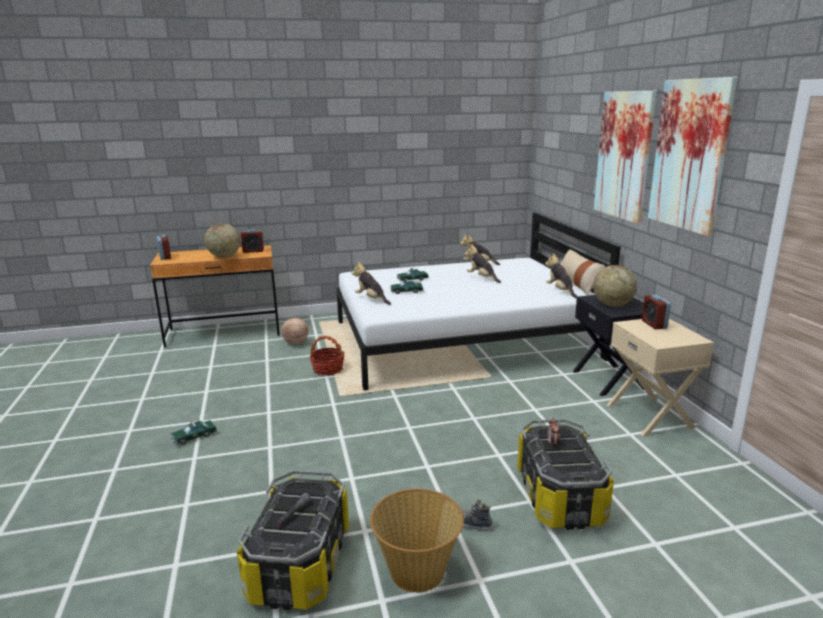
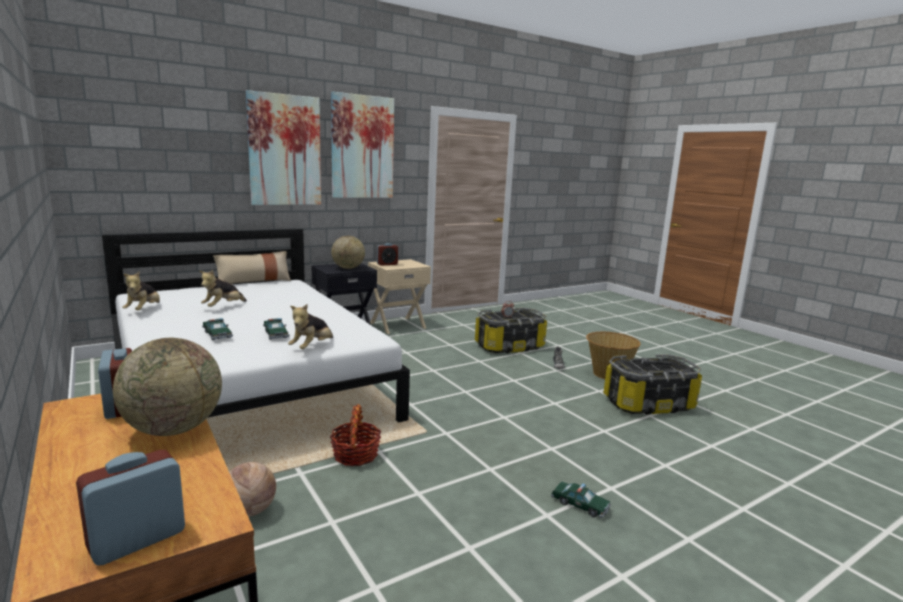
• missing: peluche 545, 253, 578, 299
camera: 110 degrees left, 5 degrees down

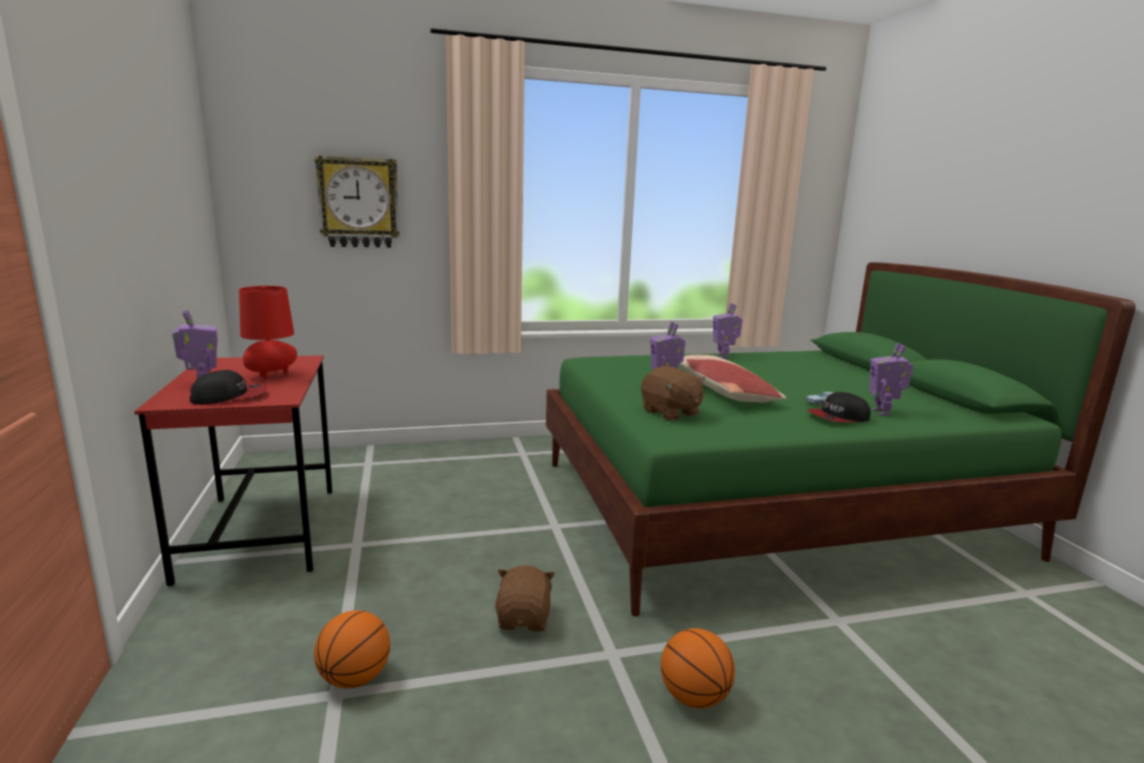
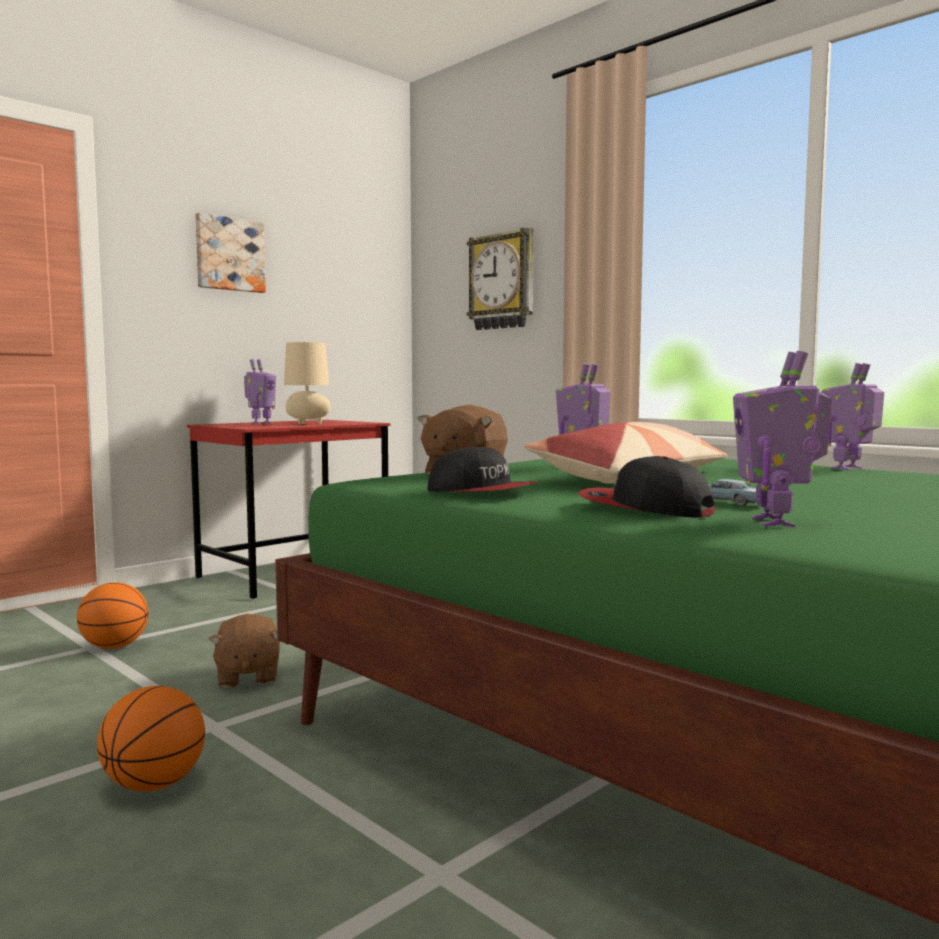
• colour: lampe de table (rouge) 239, 286, 297, 378 to lampe de table (beige) 284, 342, 331, 424
• spun: robot jouet 869, 343, 913, 416 = 733, 351, 832, 527 60 degrees counterclockwise
• relocated: casquette 189, 370, 267, 405 to 428, 445, 538, 492
• spun: peluche (marron) 495, 565, 555, 631 = 209, 614, 280, 688 105 degrees clockwise
• appeared: tableau 196, 212, 266, 293
camera: 60 degrees right, 10 degrees down

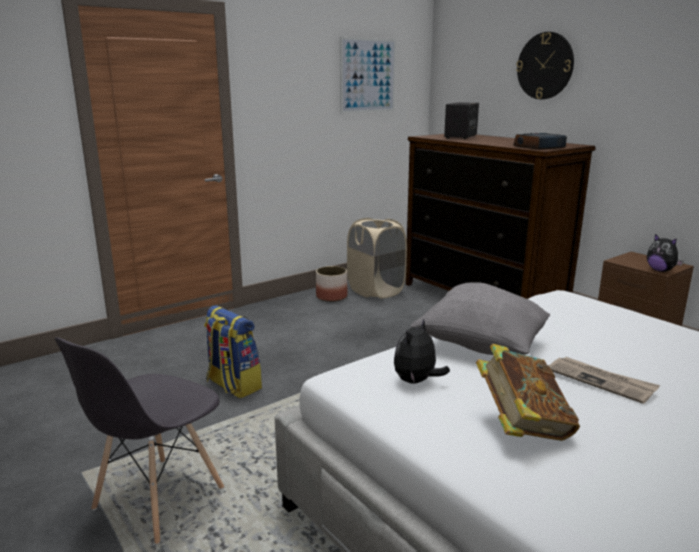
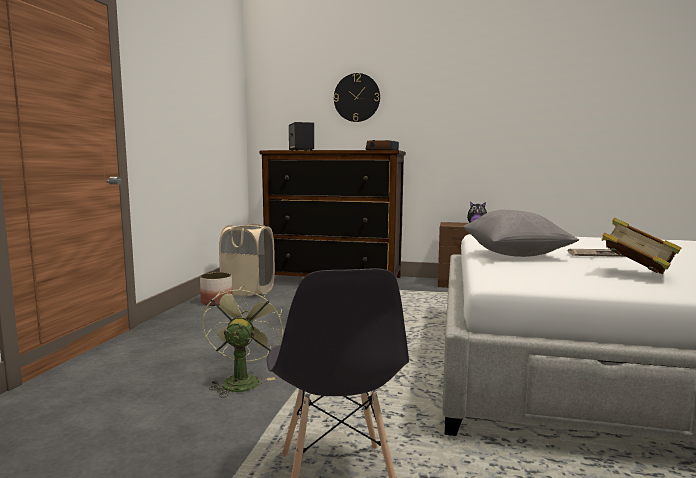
• missing: tableau 340, 37, 396, 113
• exchanged: sac à dos 204, 305, 262, 398 to ventilateur (vert) 202, 284, 283, 398
• missing: peluche 394, 318, 450, 384
camera: 40 degrees left, 10 degrees down

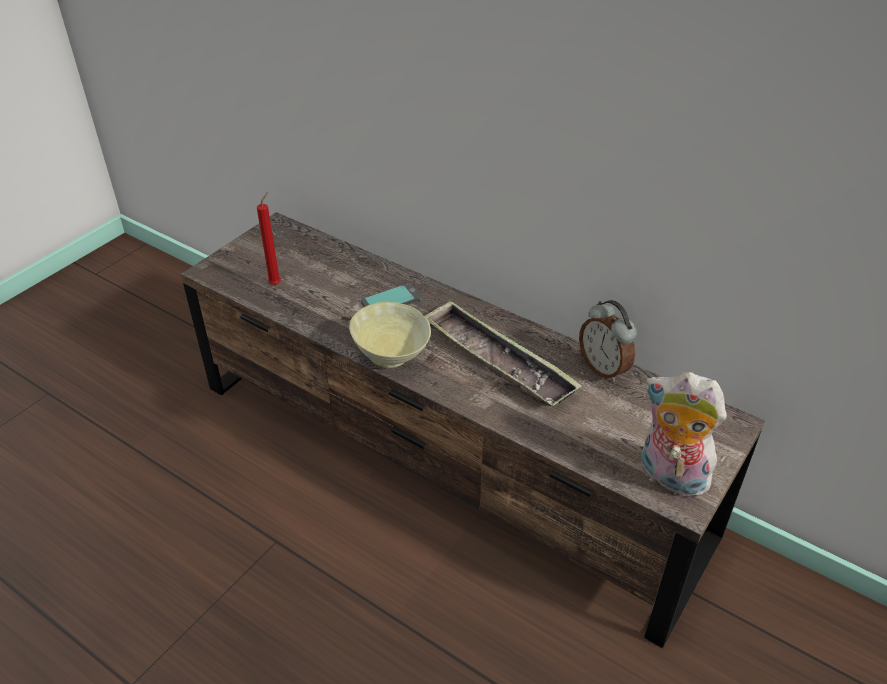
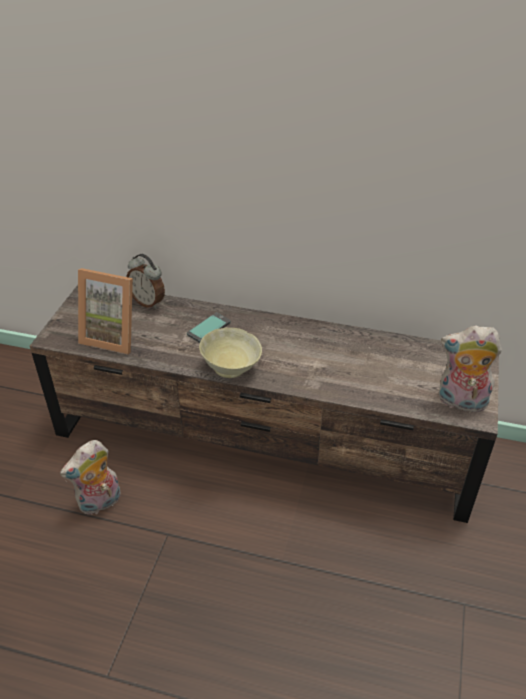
• exchanged: bougie (rouge) 257, 192, 281, 285 to cadre photo 78, 268, 133, 355
• missing: plateau 424, 300, 582, 406
• relocated: réveil 579, 300, 637, 382 to 126, 254, 165, 309
• appeared: peluche 60, 440, 121, 515
camera: 20 degrees left, 0 degrees up

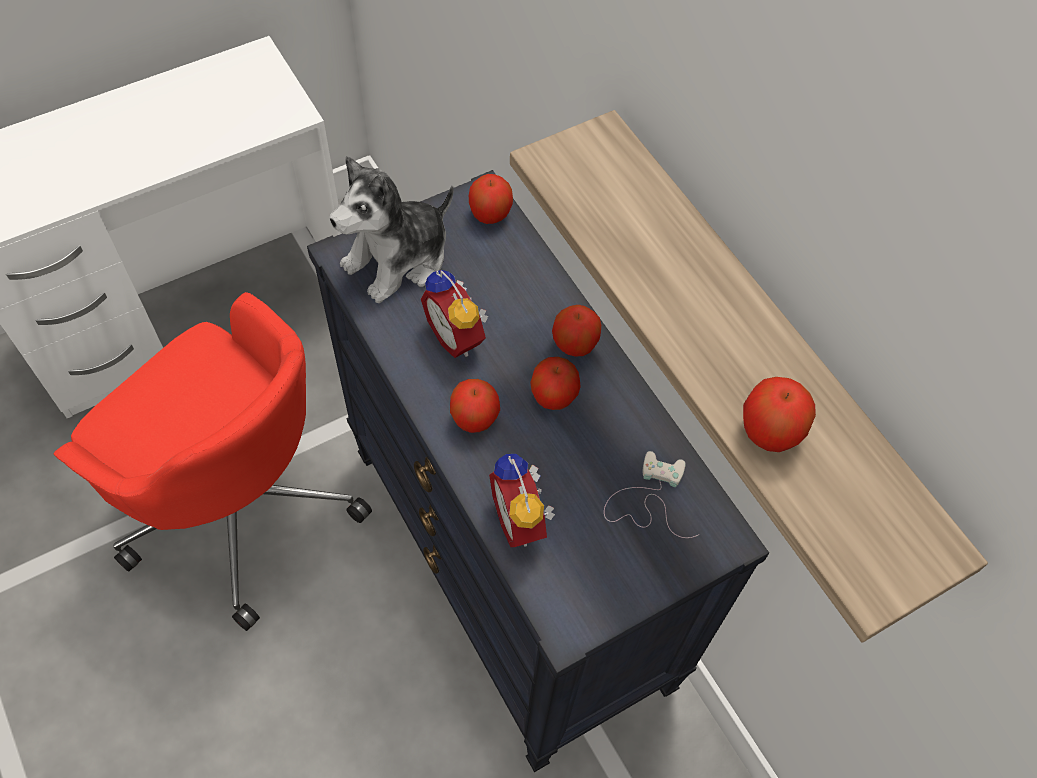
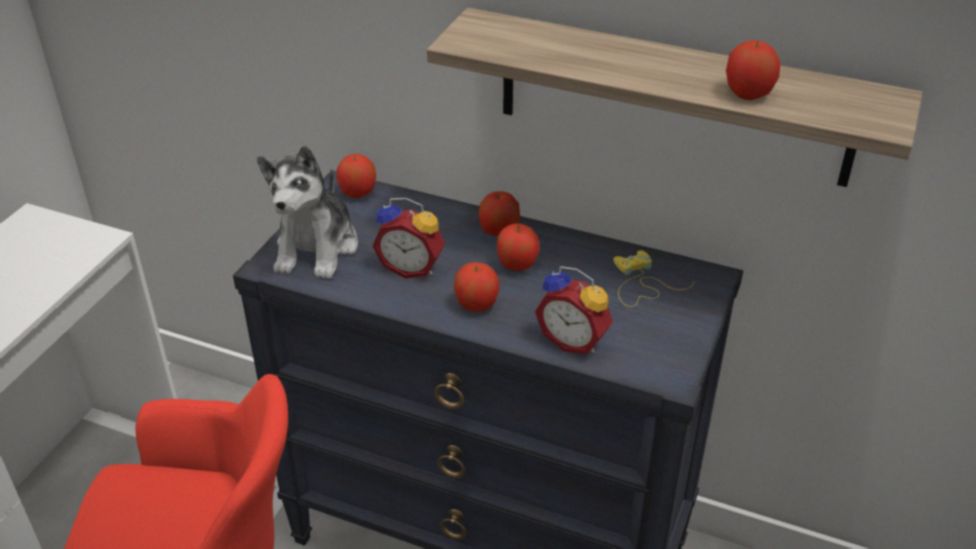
• colour: manette (blanc) 604, 451, 699, 538 to manette (jaune) 613, 250, 694, 307
camera: 35 degrees left, 20 degrees down

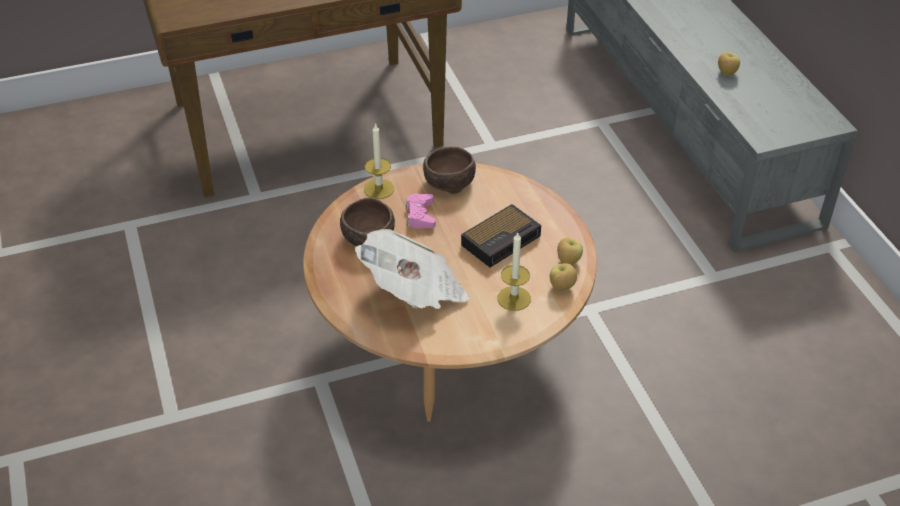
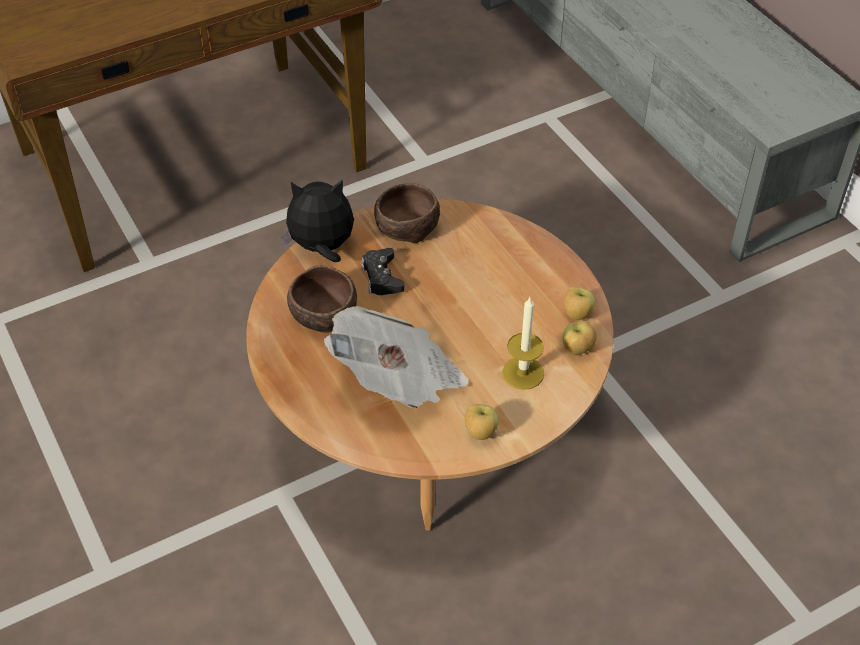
• relocated: pomme 718, 52, 740, 76 to 464, 404, 499, 440
• exchanged: bougie 364, 123, 394, 199 to peluche 281, 179, 354, 262
• colour: manette (rose) 406, 194, 436, 229 to manette (noir) 362, 248, 405, 295
• missing: réveil 461, 204, 541, 267
camera: 10 degrees left, 5 degrees up

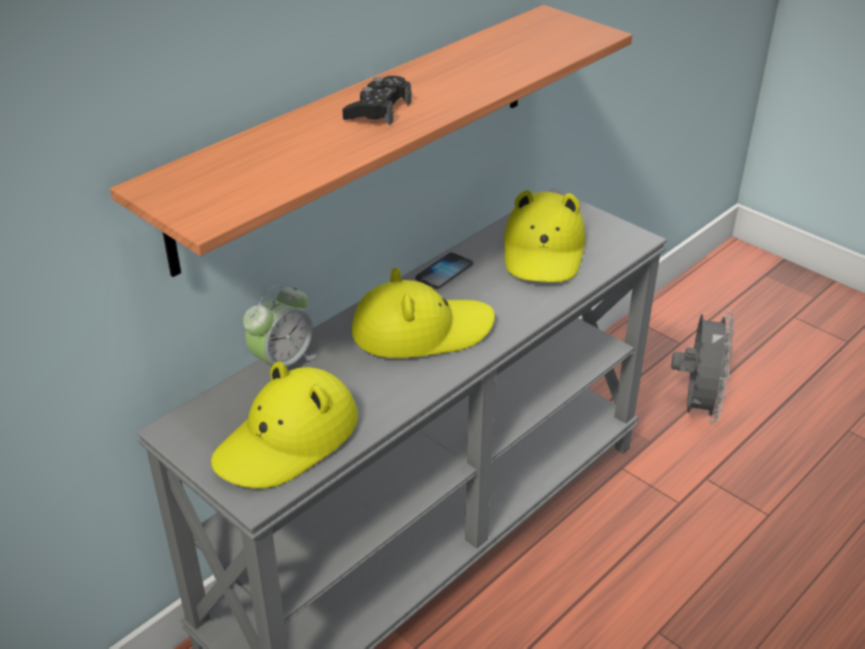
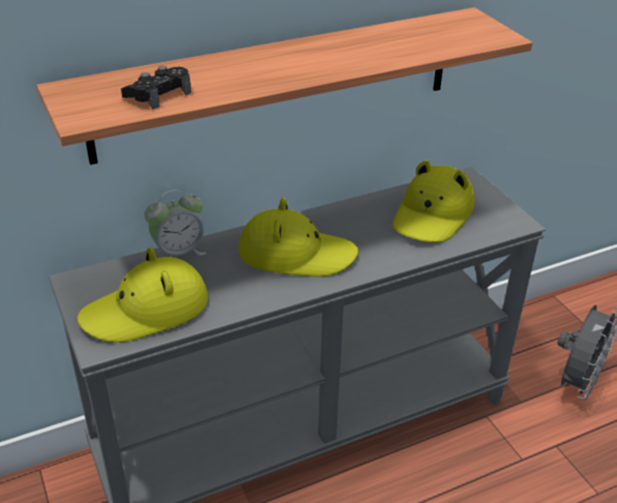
• relocated: manette (noir) 342, 76, 412, 126 to 121, 66, 191, 109
• missing: téléphone 415, 252, 473, 289
camera: 20 degrees right, 0 degrees up

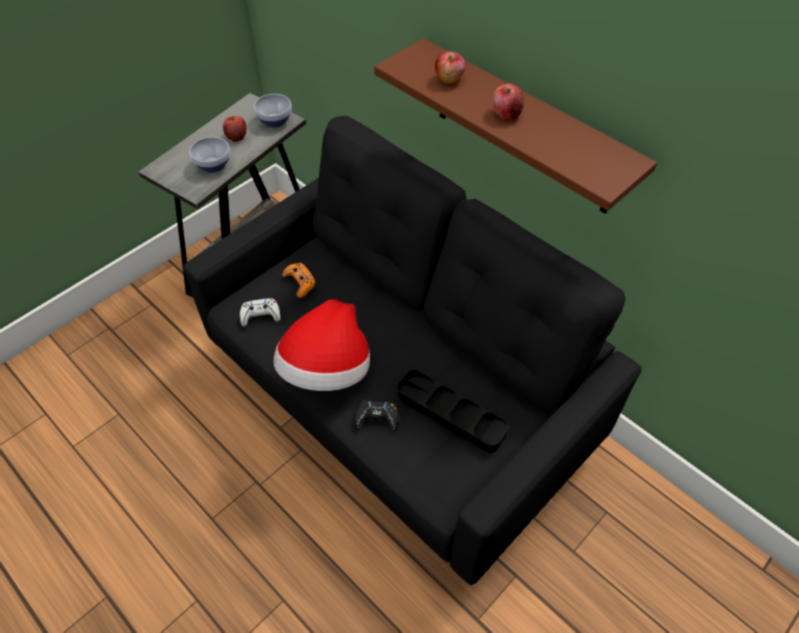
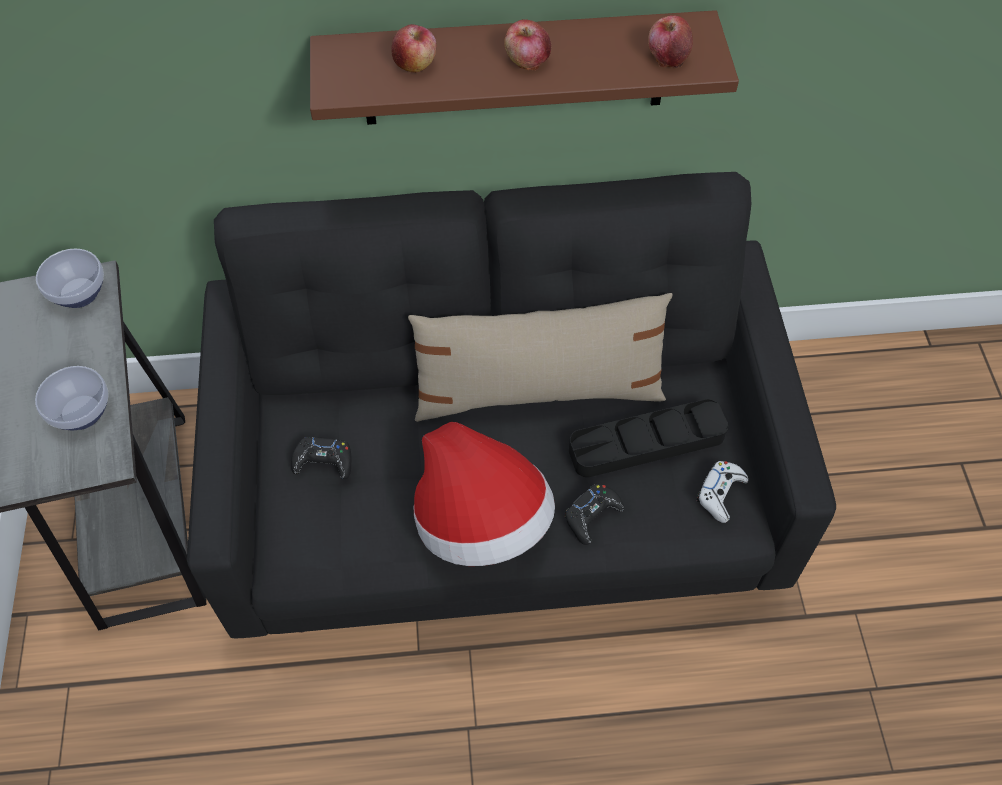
• relocated: pomme 223, 116, 247, 142 to 648, 15, 693, 68
• colour: manette (orange) 282, 263, 316, 298 to manette (noir) 291, 437, 352, 479
• relocated: manette (blanc) 240, 298, 281, 327 to 696, 461, 748, 523
• appeared: coussin (beige) 408, 293, 673, 422
camera: 50 degrees left, 5 degrees up

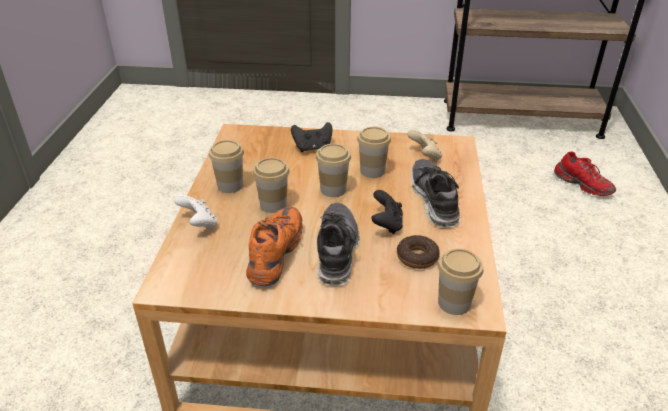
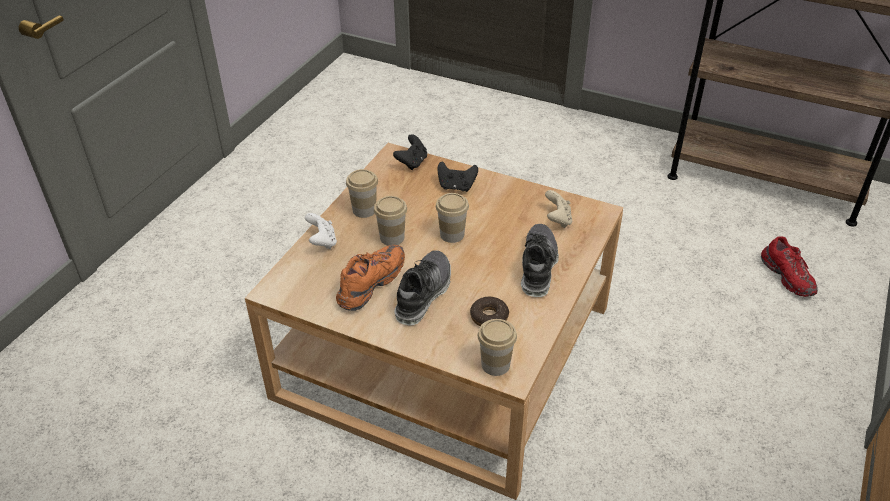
• missing: tasse 357, 127, 391, 178
• relocated: manette (noir) 371, 190, 403, 234 to 393, 134, 427, 170
camera: 20 degrees right, 5 degrees up

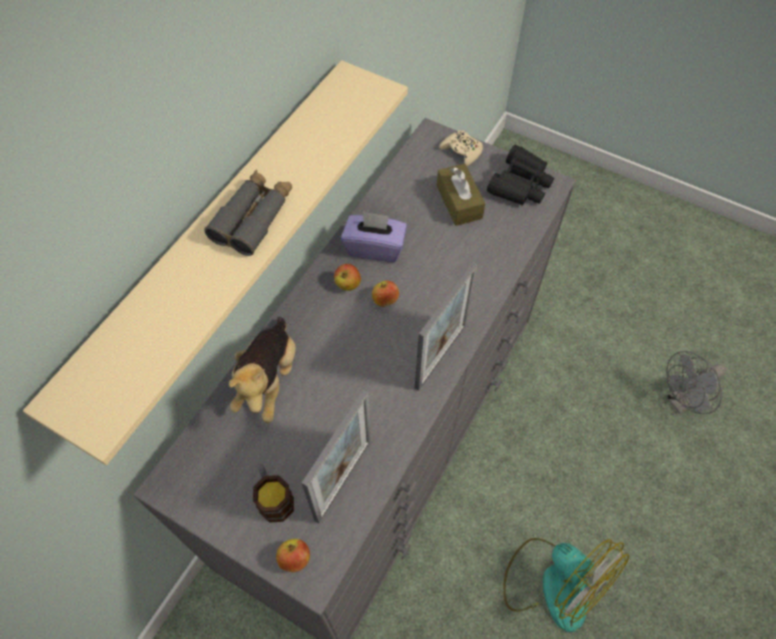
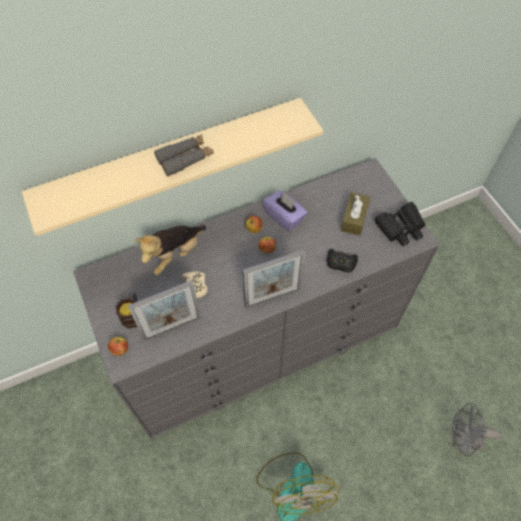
• relocated: manette (beige) 439, 130, 483, 166 to 182, 271, 208, 299
• appeared: manette (noir) 327, 249, 358, 272
camera: 35 degrees right, 0 degrees up

